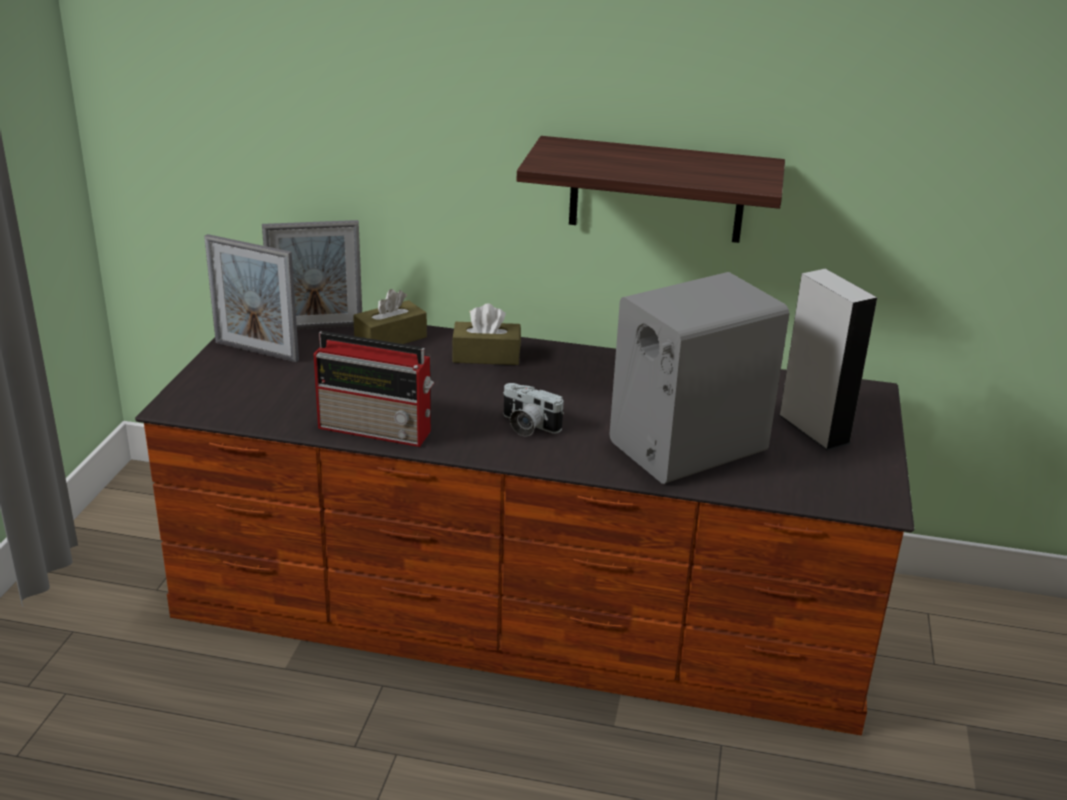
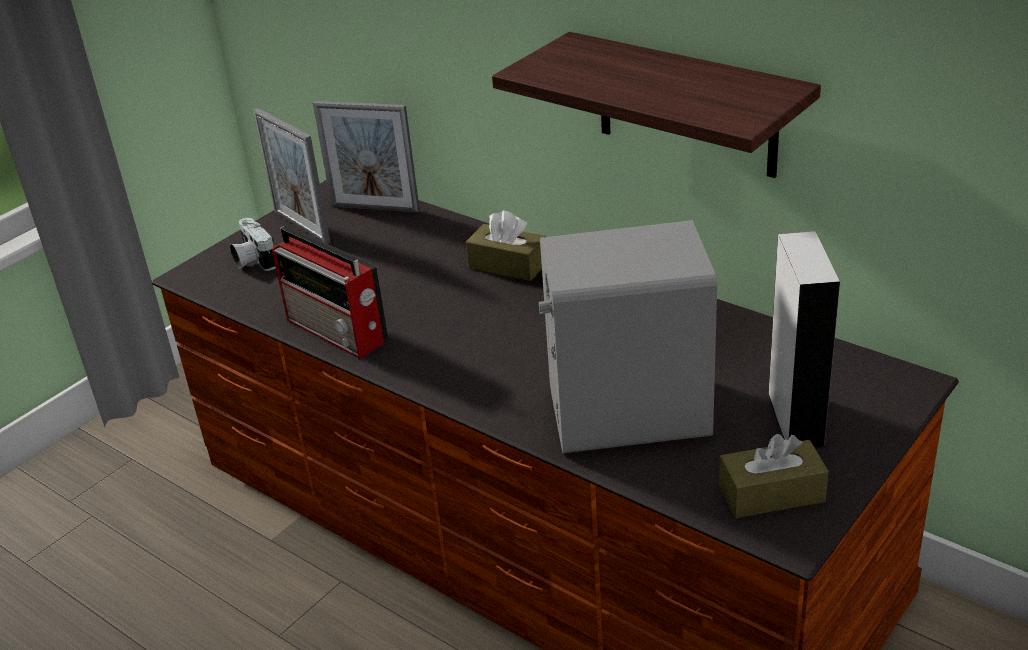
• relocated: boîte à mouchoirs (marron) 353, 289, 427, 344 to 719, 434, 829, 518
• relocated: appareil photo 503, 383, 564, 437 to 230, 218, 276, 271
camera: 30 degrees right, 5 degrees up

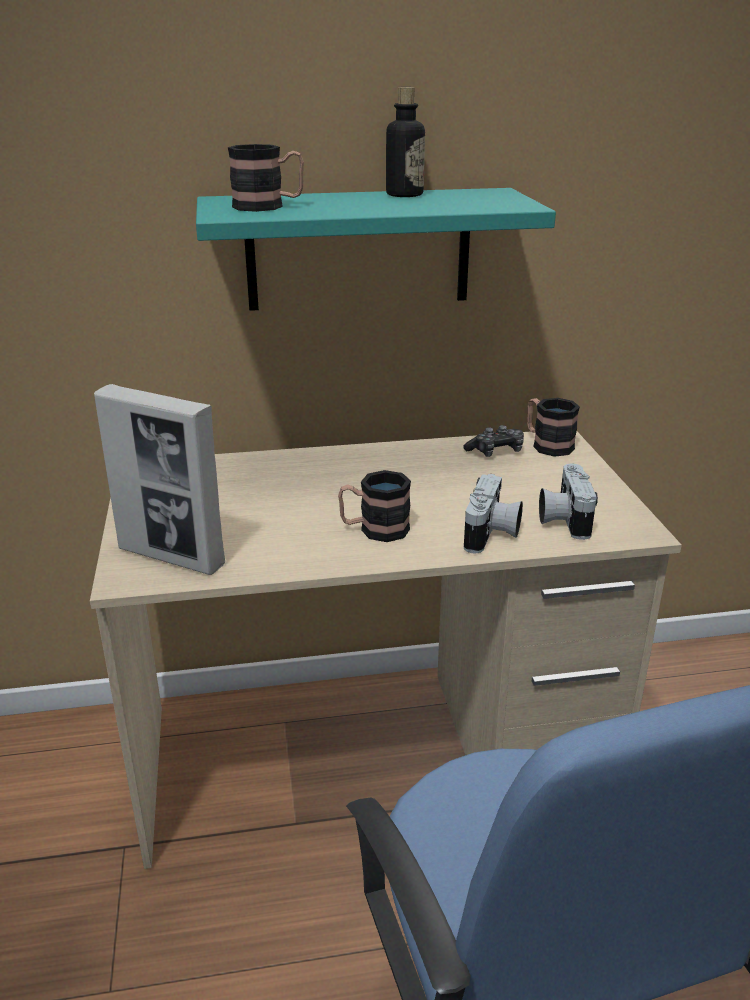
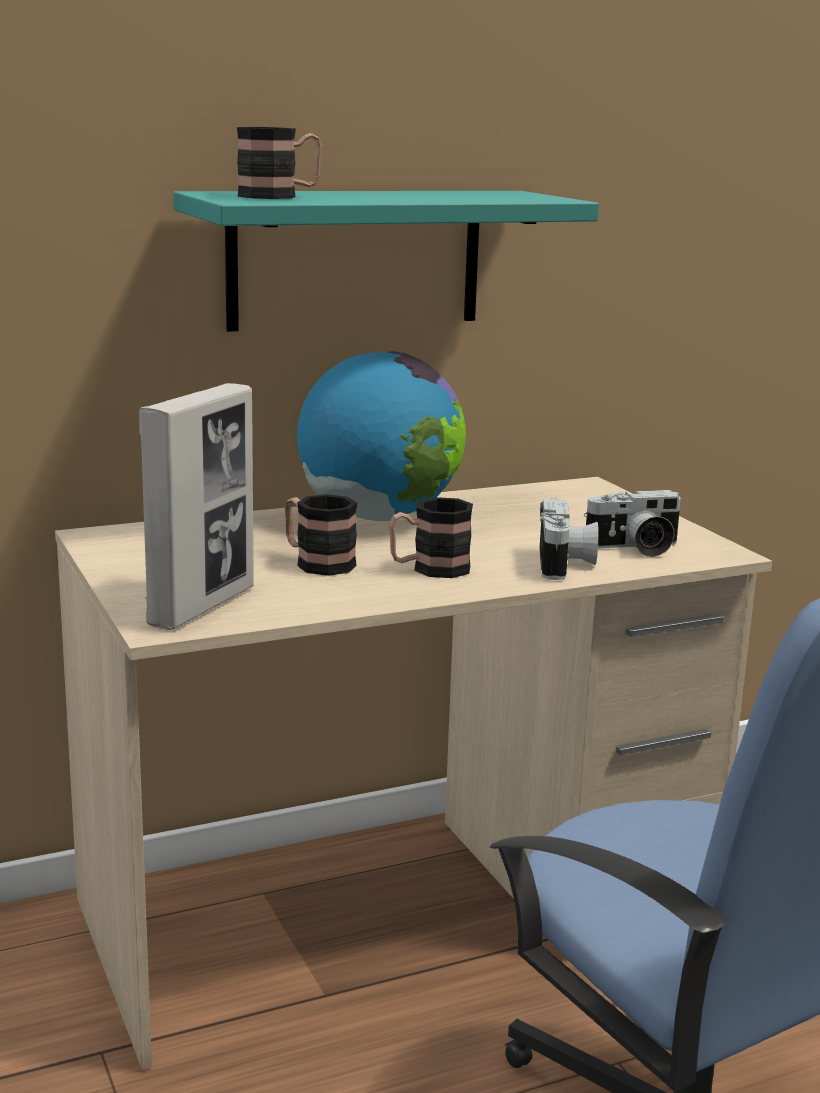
• missing: bouteille 386, 87, 425, 197
• spun: cadre photo 94, 384, 225, 575 = 139, 383, 254, 630 75 degrees counterclockwise
• relocated: mug 527, 398, 580, 457 to 285, 494, 357, 576
• missing: manette 464, 425, 524, 457
• spun: appareil photo 539, 464, 598, 540 = 584, 490, 682, 557 90 degrees counterclockwise
• appeared: globe 297, 351, 466, 521
camera: 15 degrees left, 10 degrees down

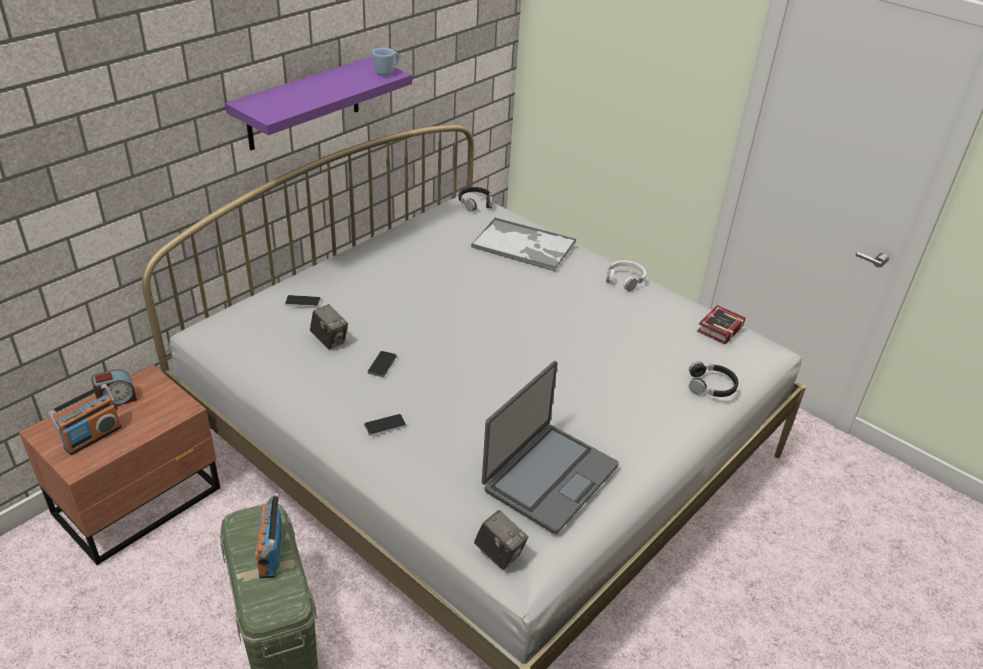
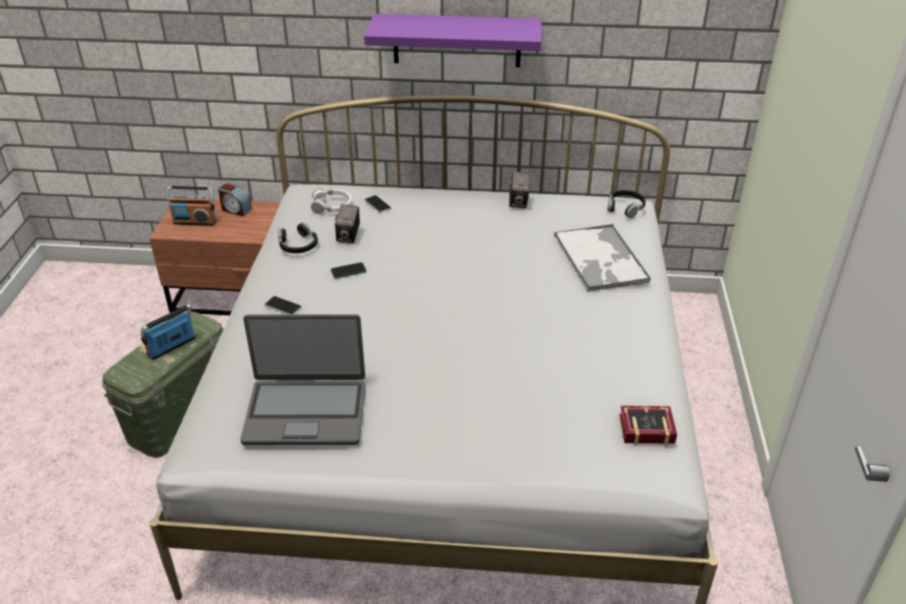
• missing: mug (bleu) 372, 48, 399, 76
• relocated: casque audio (blanc) 606, 260, 646, 291 to 311, 189, 352, 214
• relocated: casque audio (noir) 689, 361, 738, 397 to 278, 222, 318, 253
• relocated: appareil photo 474, 510, 528, 570 to 509, 172, 530, 208
camera: 55 degrees right, 0 degrees up

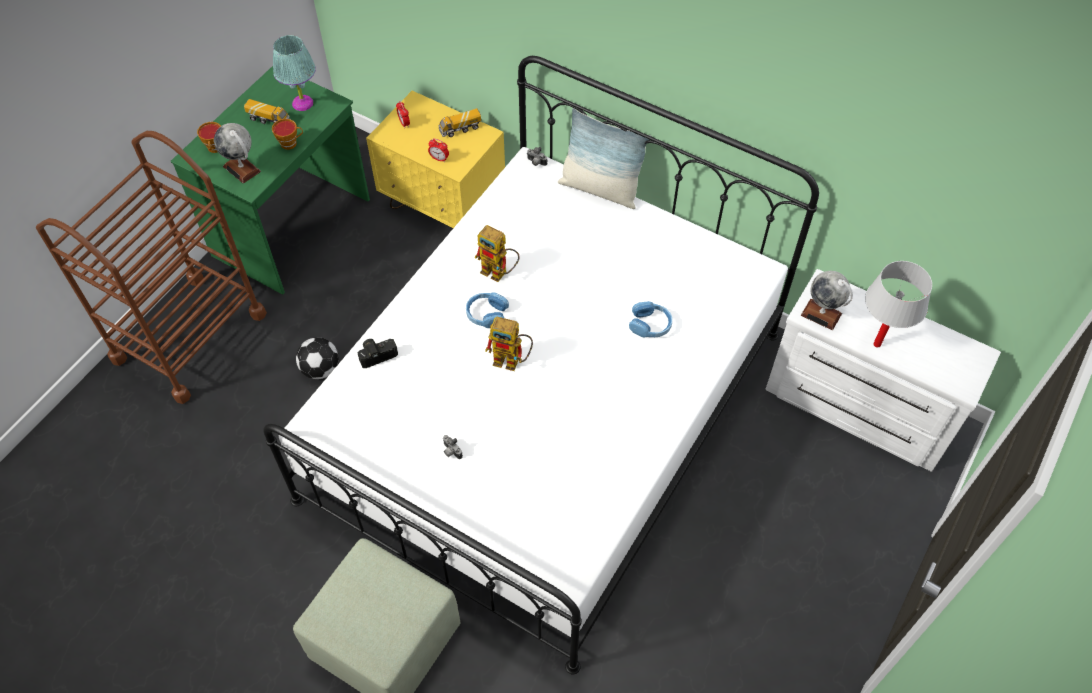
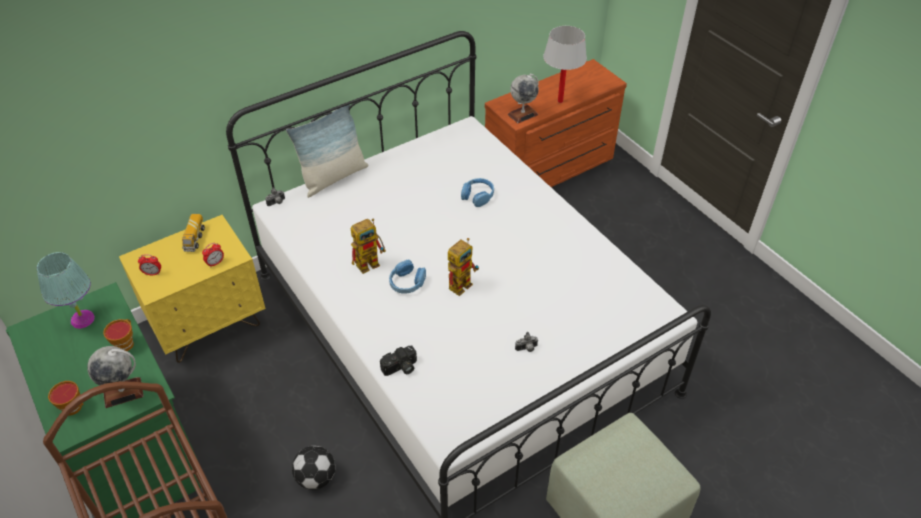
• missing: camion jouet 244, 99, 290, 124
• colour: commode (blanc) 766, 269, 1001, 472 to commode (marron) 485, 59, 627, 187
• spun: appareil photo 357, 339, 398, 368 = 380, 346, 417, 376 120 degrees counterclockwise
camera: 65 degrees left, 10 degrees down

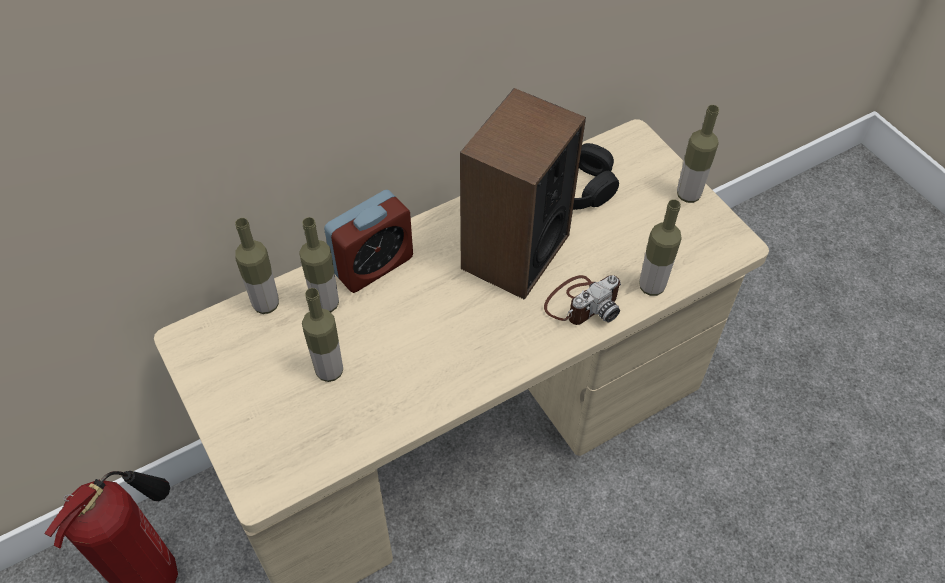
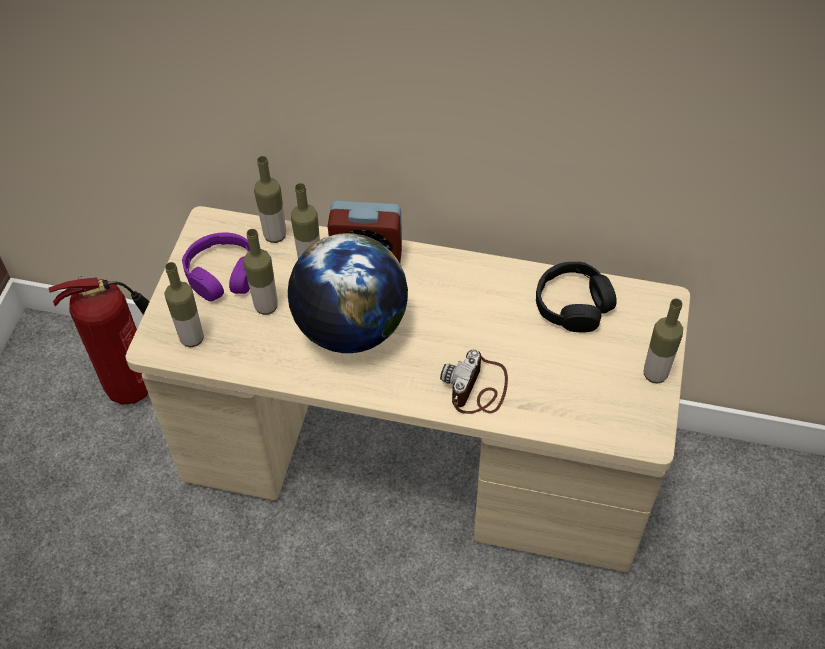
• missing: enceinte 460, 88, 586, 300
• relocated: bouteille 639, 200, 682, 296 to 165, 262, 204, 347
• spun: appareil photo 544, 275, 621, 325 = 440, 349, 508, 414 105 degrees clockwise
• appeared: casque audio (violet) 182, 232, 250, 301
• appeared: globe 288, 233, 408, 353
camera: 45 degrees right, 0 degrees up

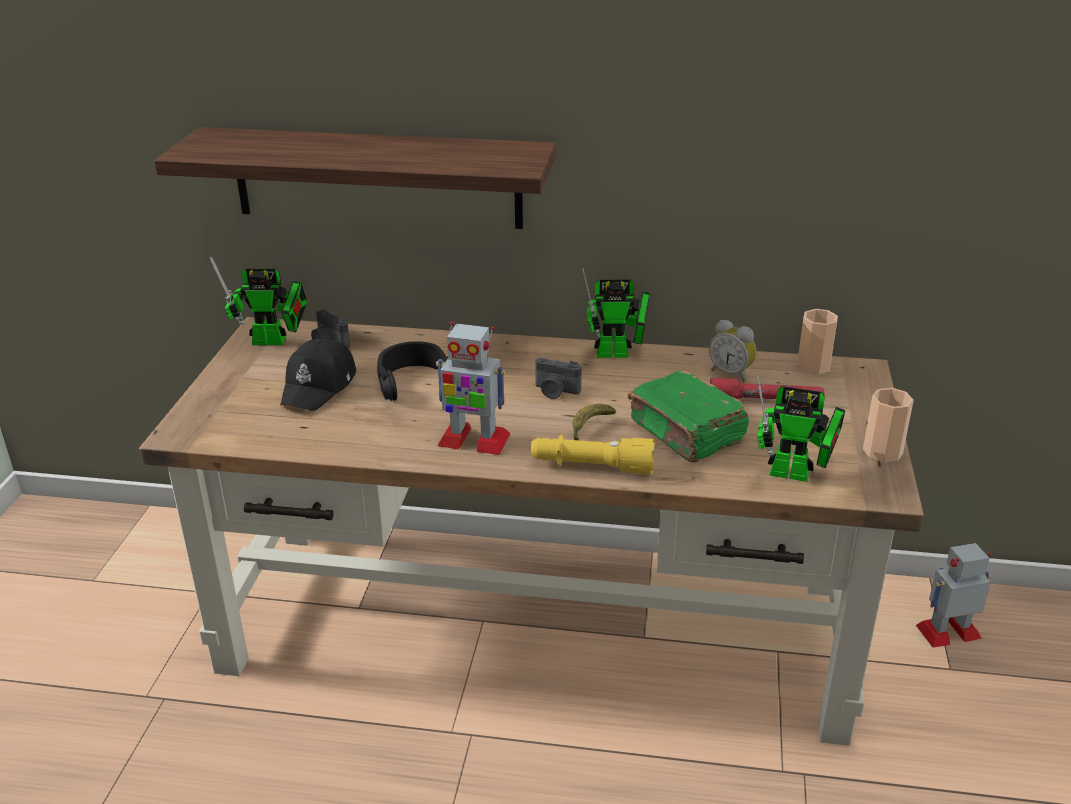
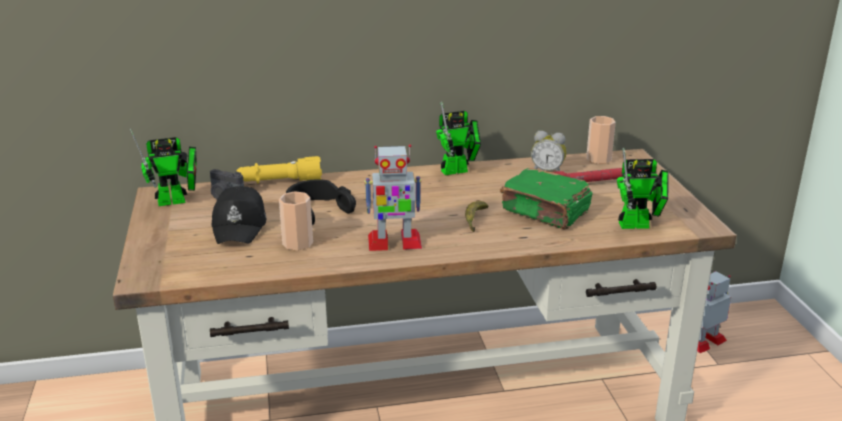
• missing: étagère 154, 127, 556, 229
• missing: appareil photo 535, 358, 581, 399
• relocated: tasse 863, 388, 914, 462 to 279, 191, 313, 251
• relocated: lampe de poche (jaune) 531, 435, 655, 474 to 237, 156, 322, 183
camera: 20 degrees left, 5 degrees down

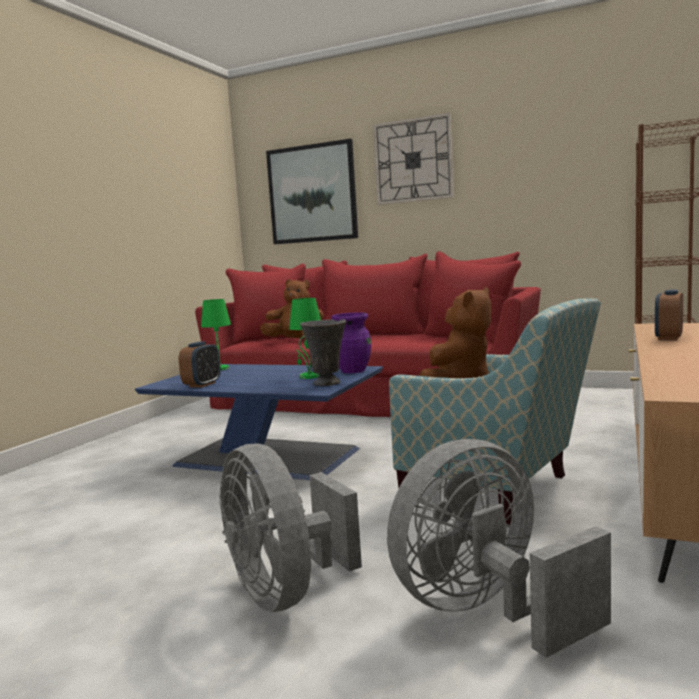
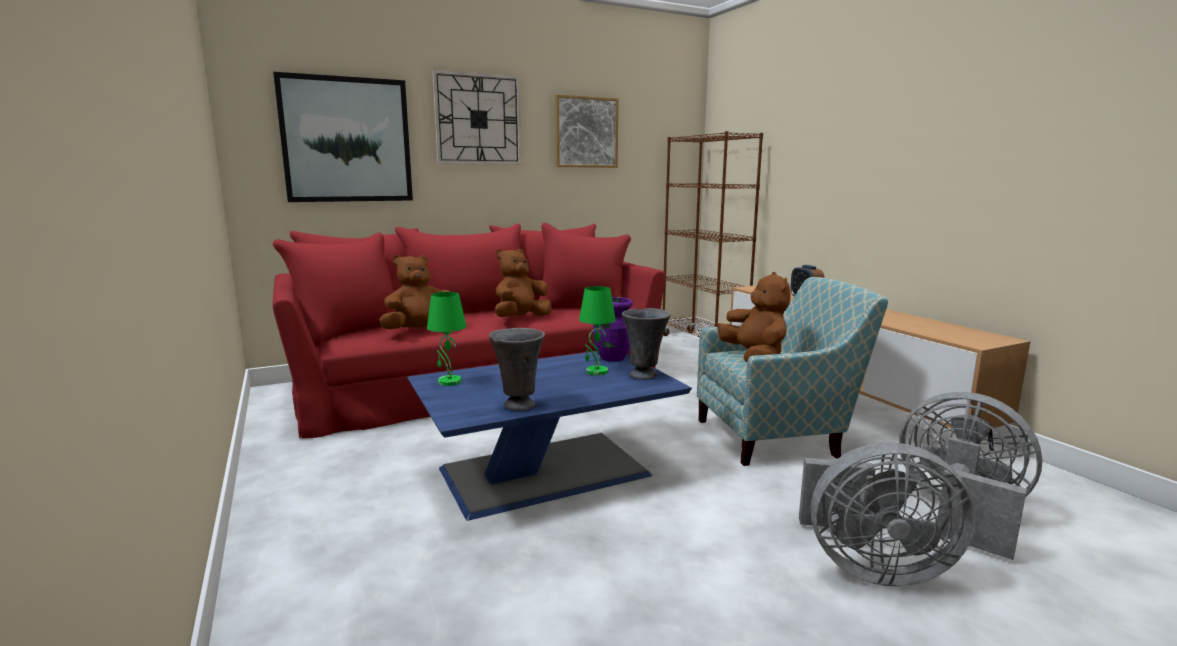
• exchanged: réveil 179, 341, 221, 388 to vase (gris) 489, 328, 545, 411
• spun: ventilateur (gris) 387, 439, 611, 658 = 899, 392, 1042, 560 120 degrees clockwise
• appeared: tableau 555, 95, 619, 168
• appeared: peluche (marron) 495, 249, 552, 317
camera: 50 degrees left, 5 degrees up

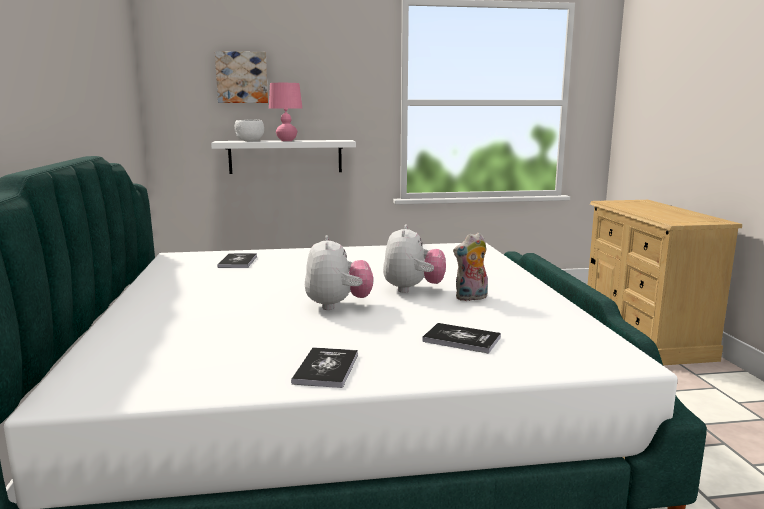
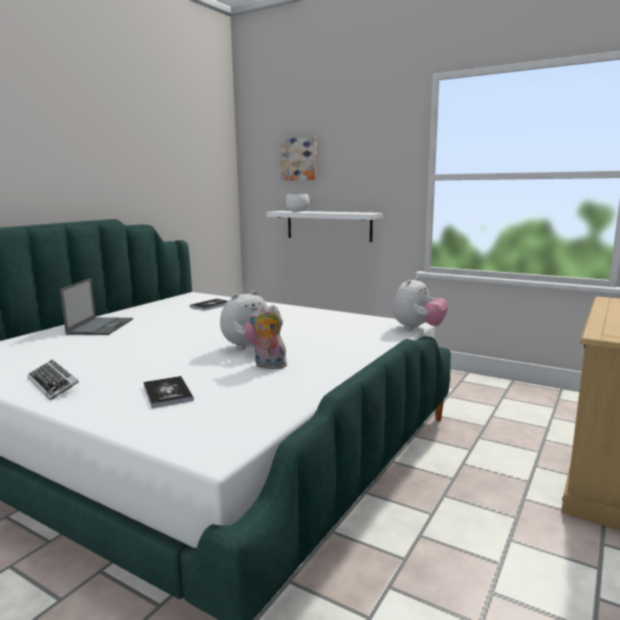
• missing: lampe de table (rose) 269, 83, 302, 141
• relocated: peluche 305, 235, 373, 310 to 393, 277, 448, 330
• exchanged: livre 291, 347, 358, 388 to clavier 27, 360, 79, 401
• appeared: ordinateur portable 60, 278, 133, 335
camera: 40 degrees right, 0 degrees up

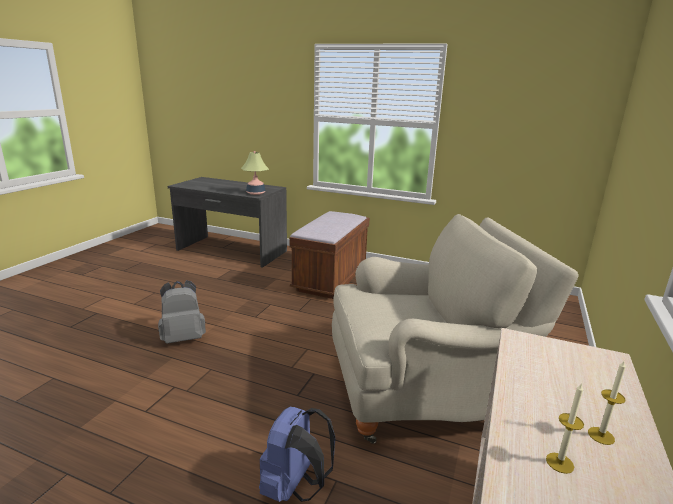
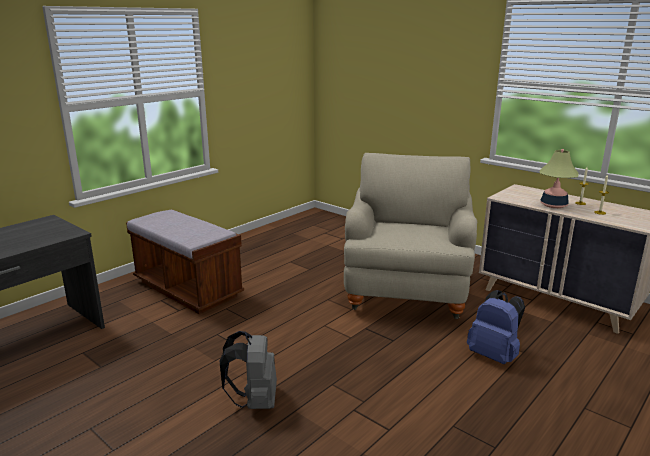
• relocated: lampe de table 241, 151, 269, 195 to 540, 149, 579, 208
camera: 70 degrees left, 0 degrees up

